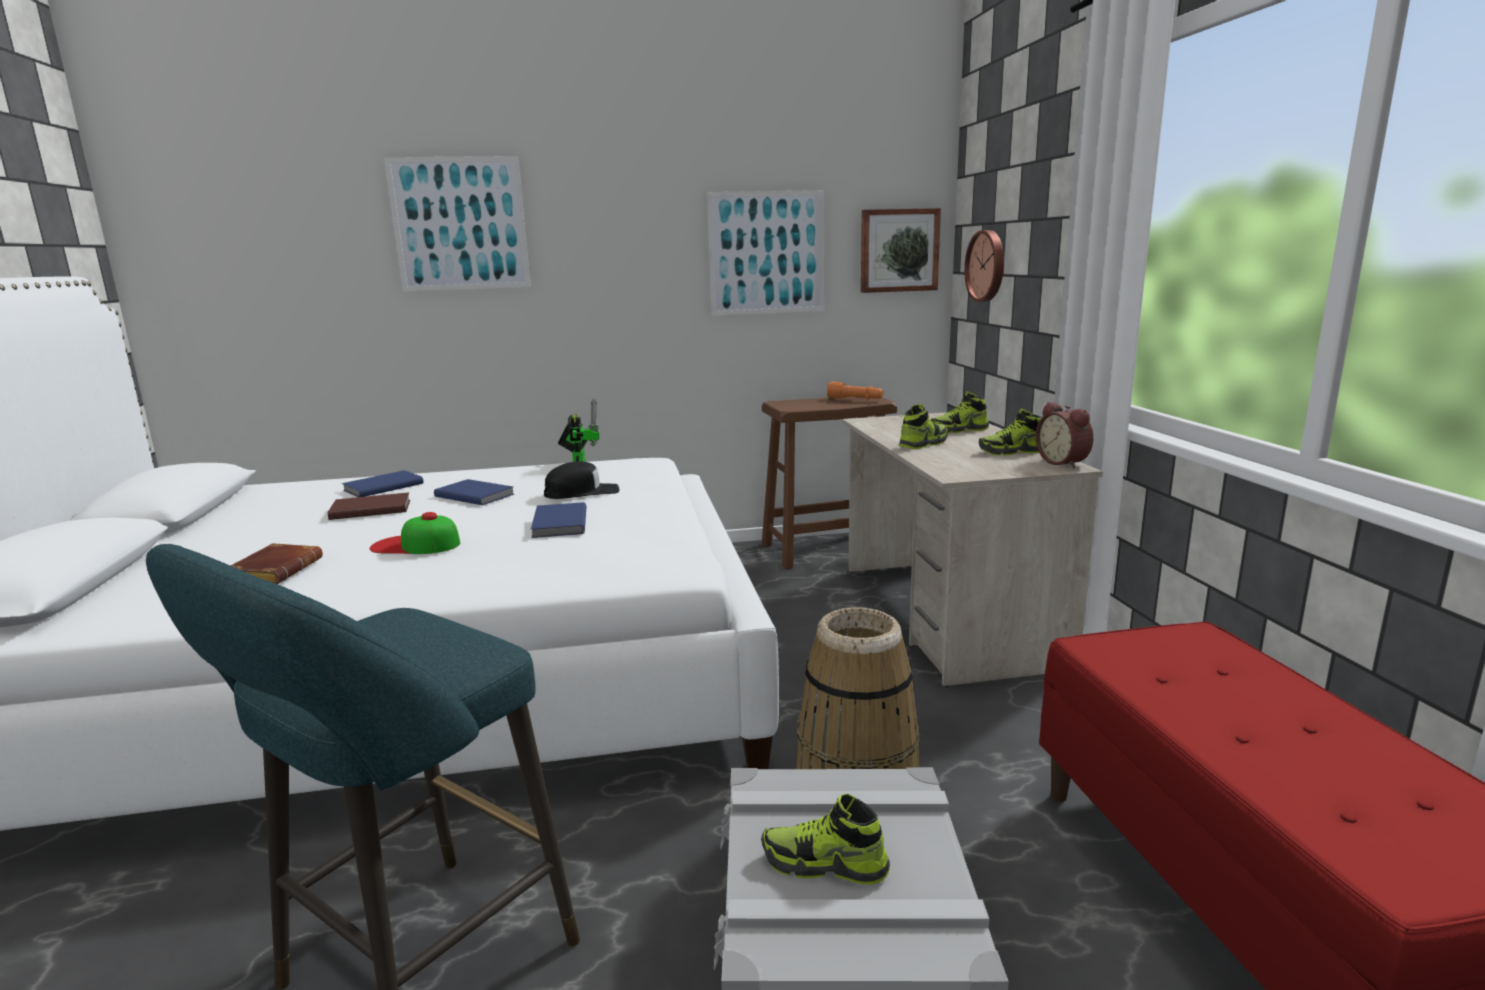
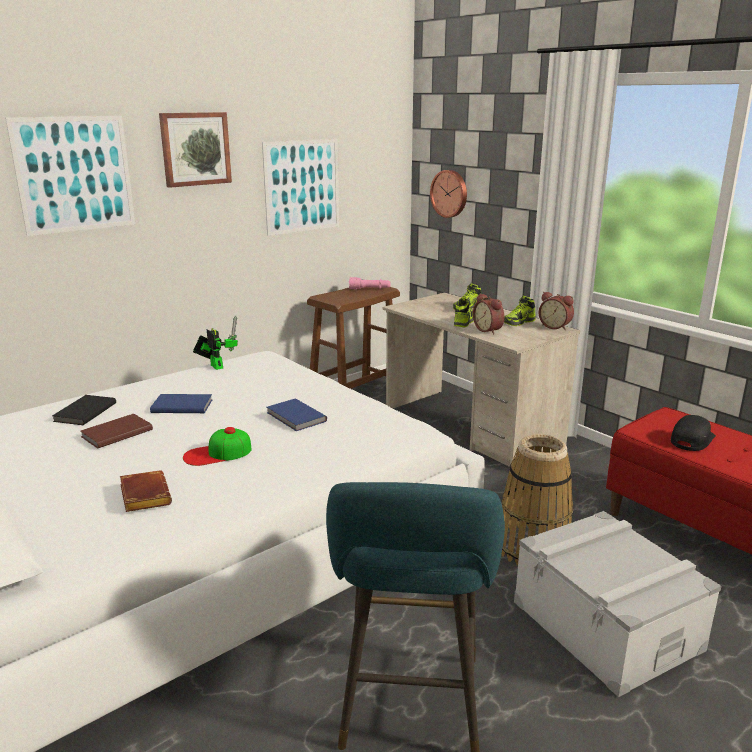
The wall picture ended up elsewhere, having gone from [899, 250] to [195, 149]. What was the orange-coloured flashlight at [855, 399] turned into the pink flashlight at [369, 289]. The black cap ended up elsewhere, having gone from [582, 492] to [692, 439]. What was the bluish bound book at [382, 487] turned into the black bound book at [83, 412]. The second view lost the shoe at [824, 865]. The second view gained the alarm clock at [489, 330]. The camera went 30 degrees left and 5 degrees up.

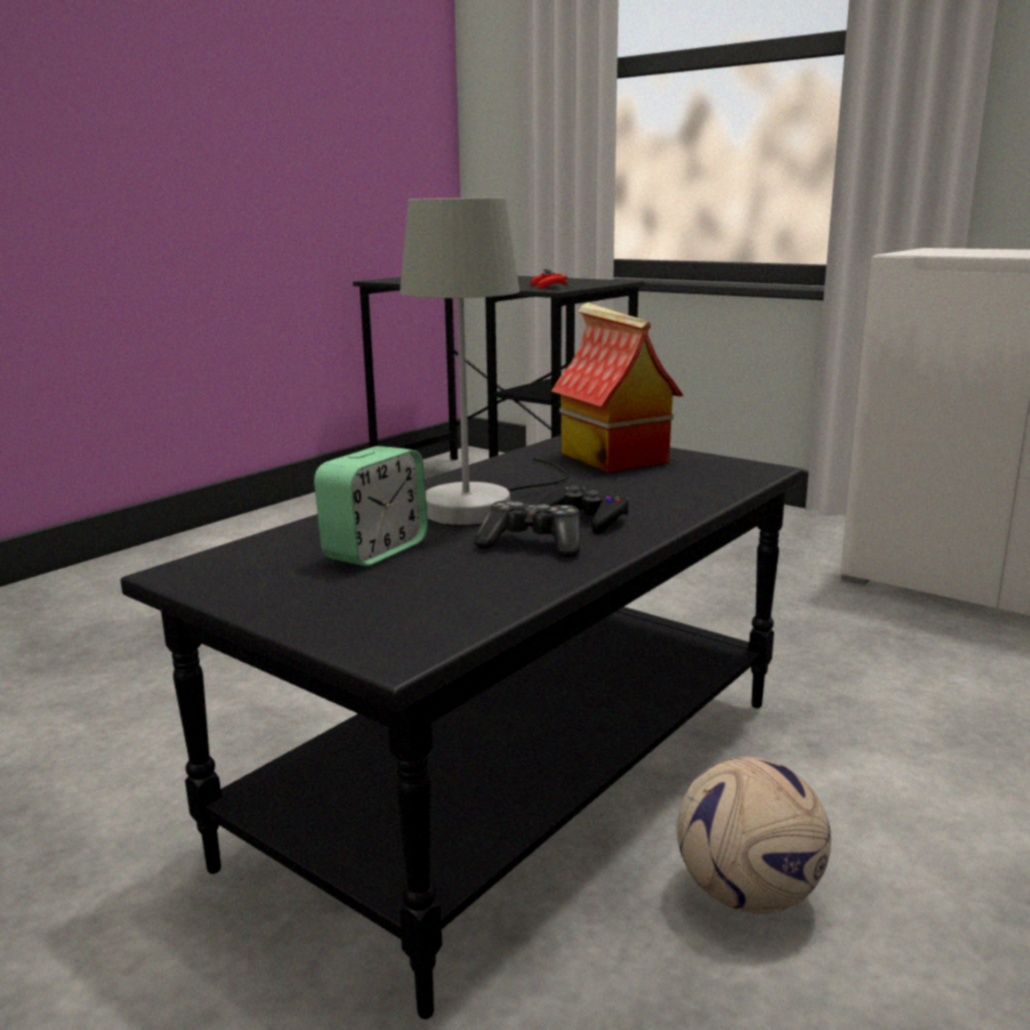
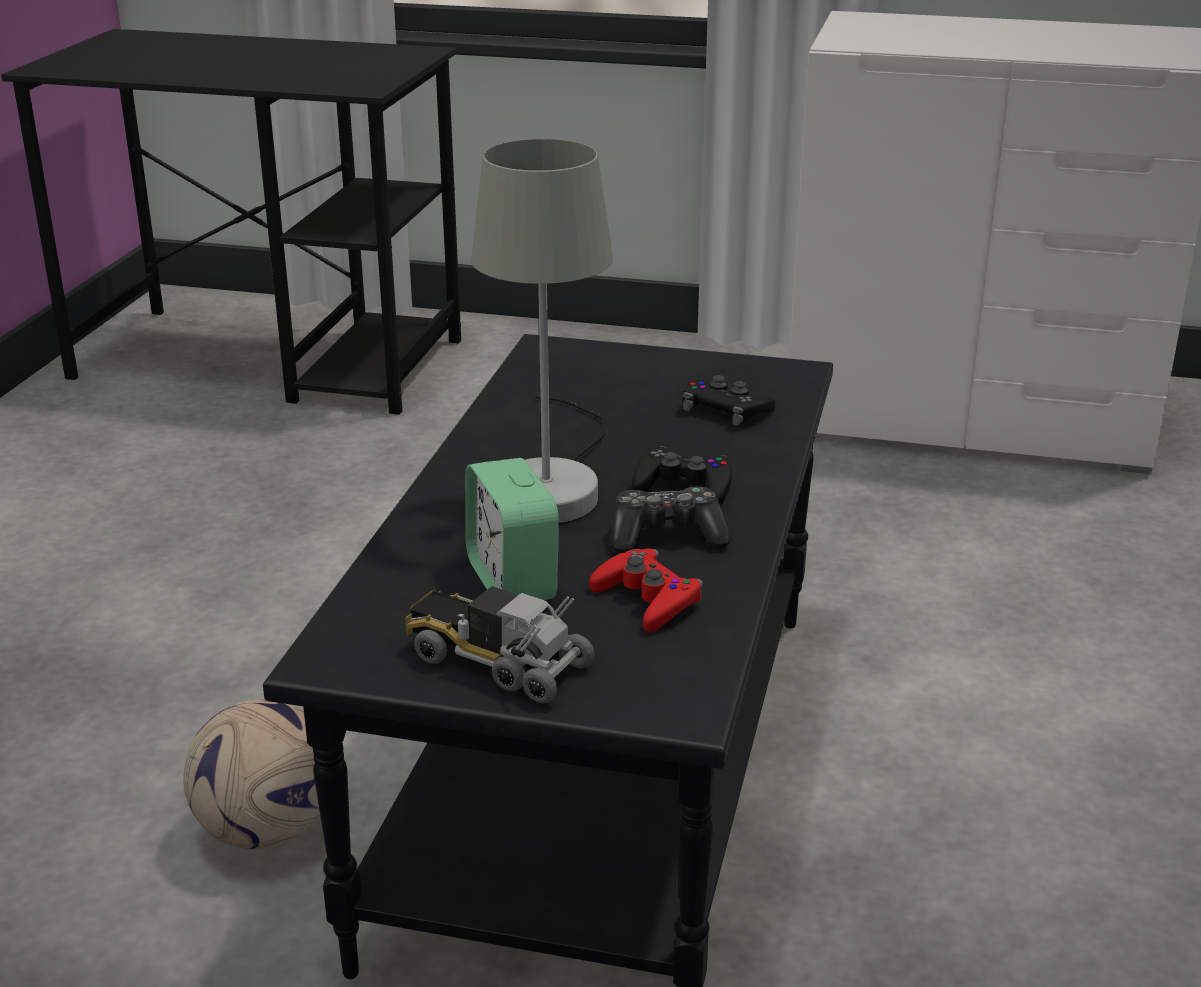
The red-coloured game controller ended up elsewhere, having gone from [549, 286] to [647, 599]. The second view lost the miniature house at [611, 457]. The alarm clock at [375, 551] ended up facing another way, 150 degrees clockwise from before. The ball for football ended up elsewhere, having gone from [748, 895] to [268, 833]. The second view gained the black game controller at [726, 410]. The second view gained the model truck at [496, 661]. The camera went 25 degrees left and 10 degrees up.

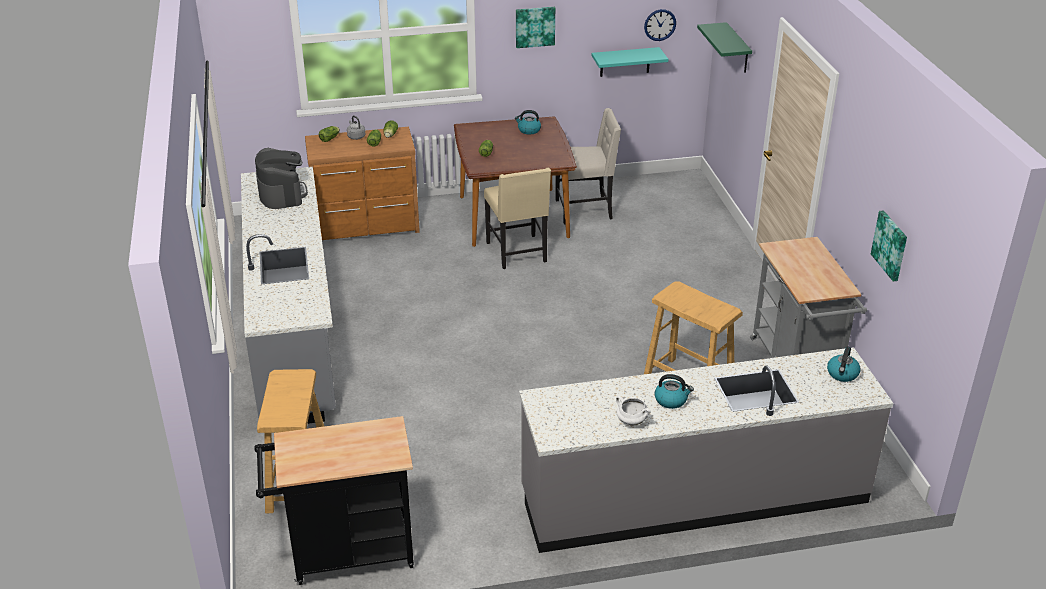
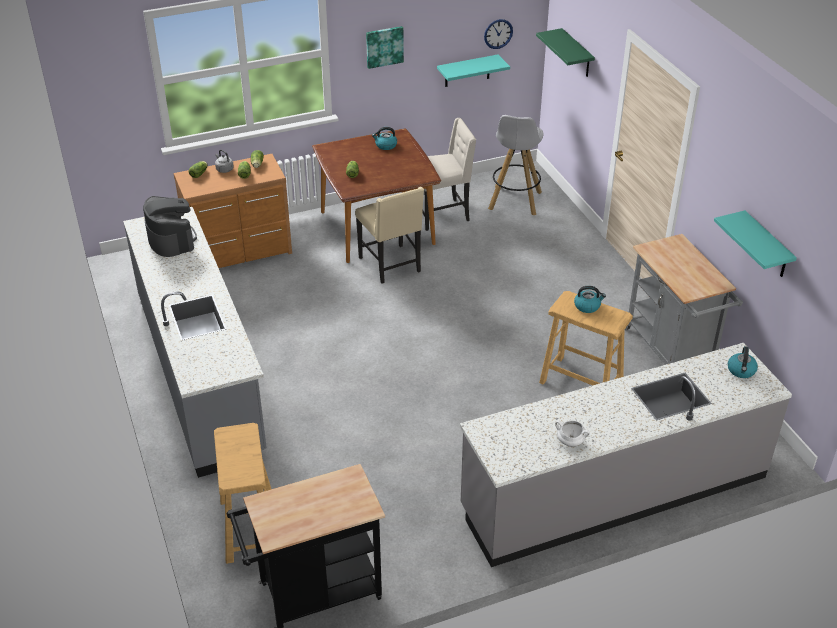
Where the wall picture hung at [891, 245], the blue-green wall shelf came to hang at [767, 246]. The tea kettle ended up elsewhere, having gone from [671, 400] to [587, 306]. The second view gained the white-coloured stool seat at [515, 201]. The camera went 10 degrees left and 5 degrees up.

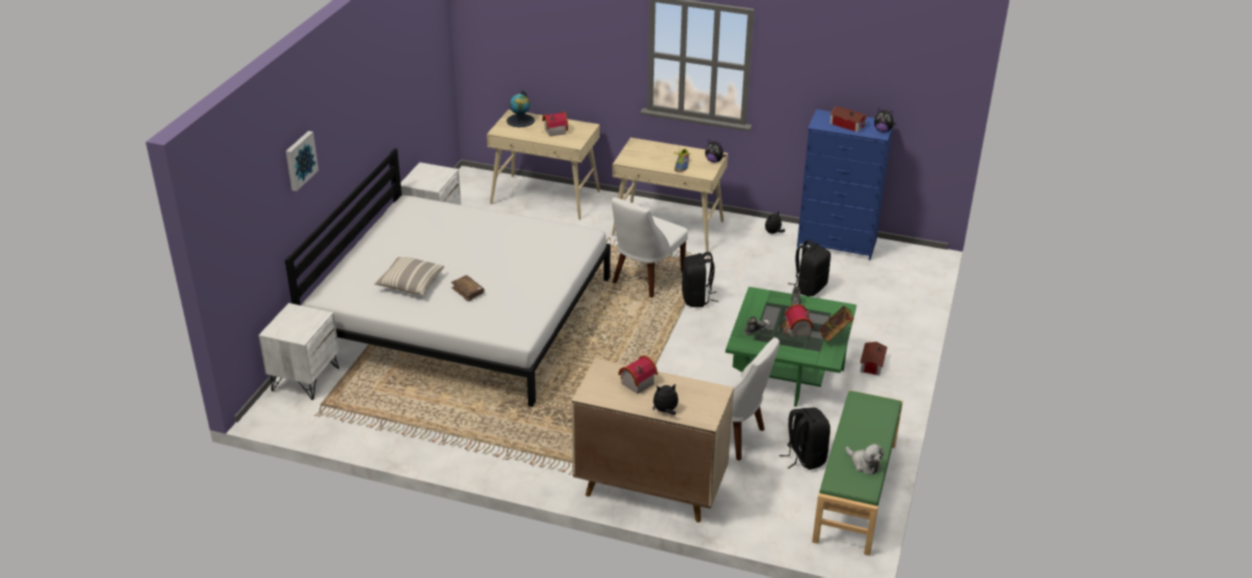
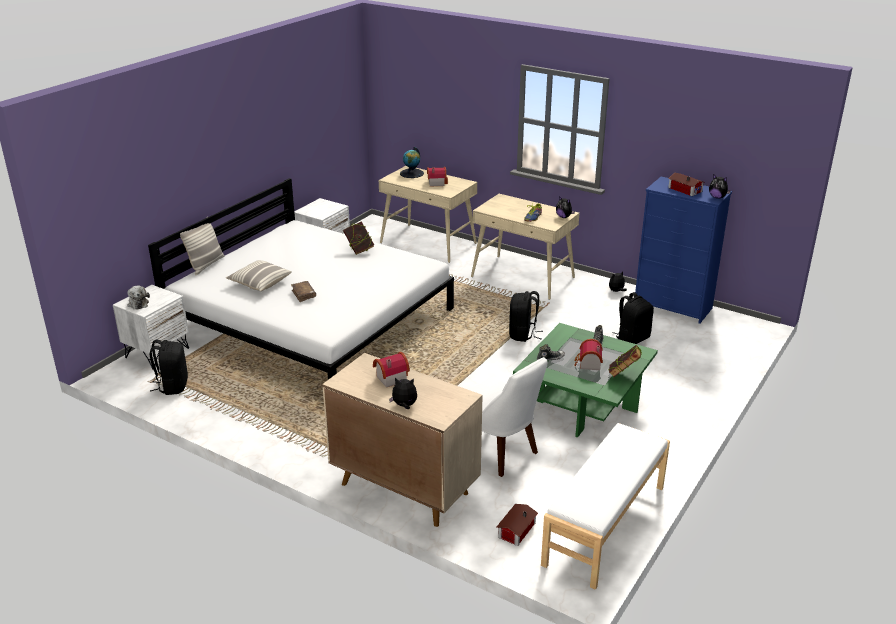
The second view lost the wall picture at [300, 160]. The second view lost the white-coloured upright chair at [645, 278]. The miniature house ended up elsewhere, having gone from [871, 364] to [515, 530]. What was the green-coloured bench at [856, 492] turned into the white-coloured bench at [606, 525]. The black backpack ended up elsewhere, having gone from [804, 457] to [172, 386]. The soft toy ended up elsewhere, having gone from [864, 464] to [138, 303]. The second view gained the throw pillow at [205, 265]. The second view gained the bound book at [359, 250]. The camera went 15 degrees right and 5 degrees down.

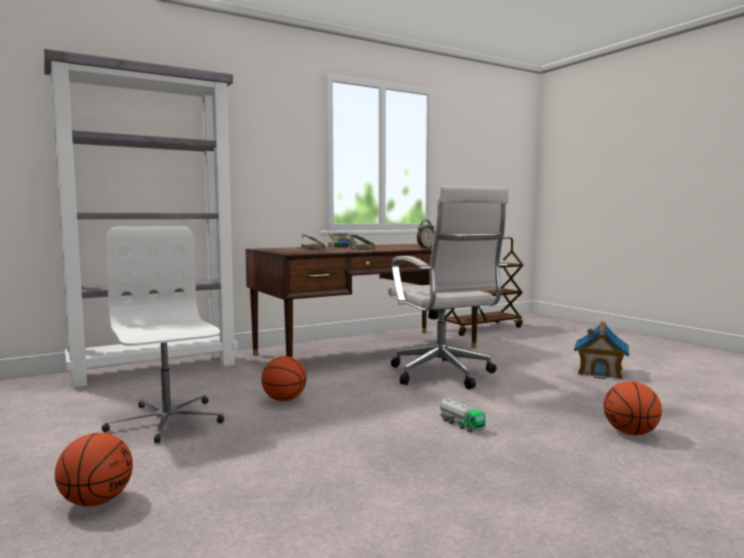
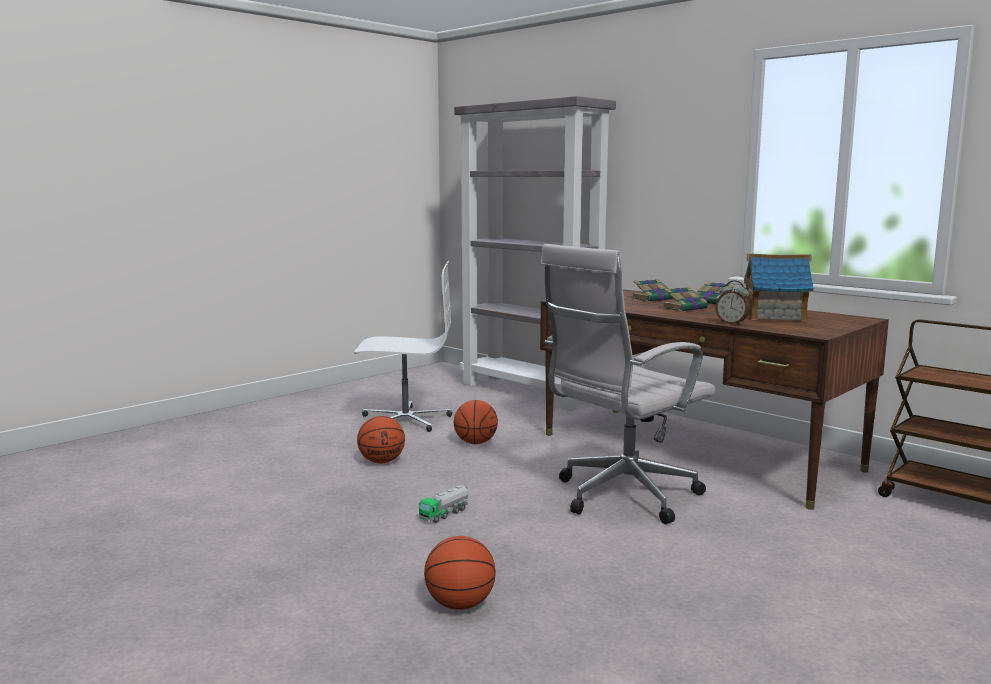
The white-coloured office chair at [166, 421] ended up facing another way, 45 degrees clockwise from before. The miniature house ended up elsewhere, having gone from [600, 371] to [775, 316]. The basketball ended up elsewhere, having gone from [96, 501] to [381, 461]. The camera went 75 degrees right and 5 degrees up.

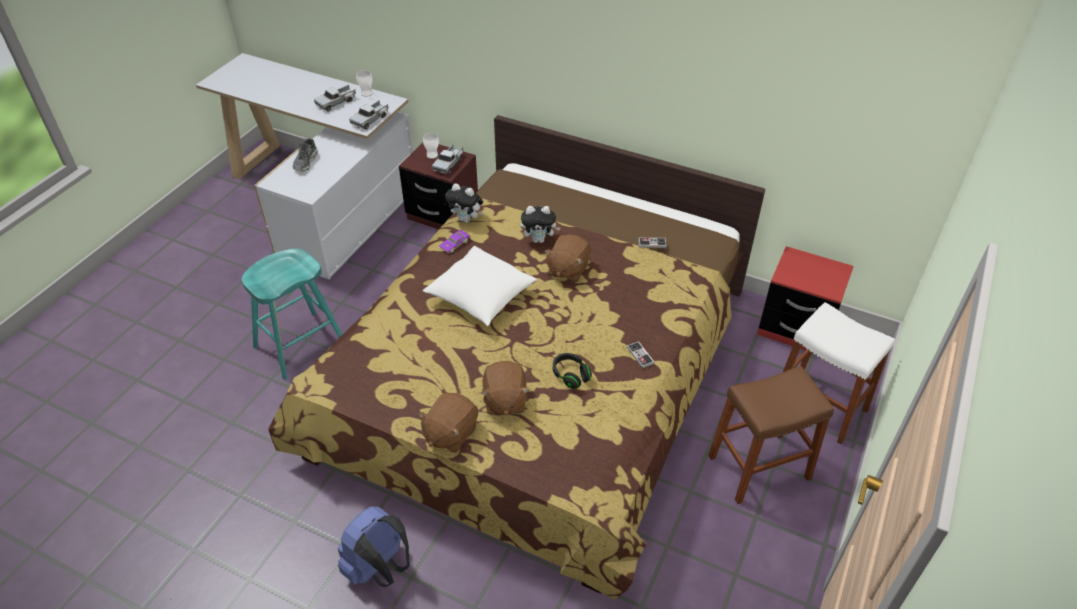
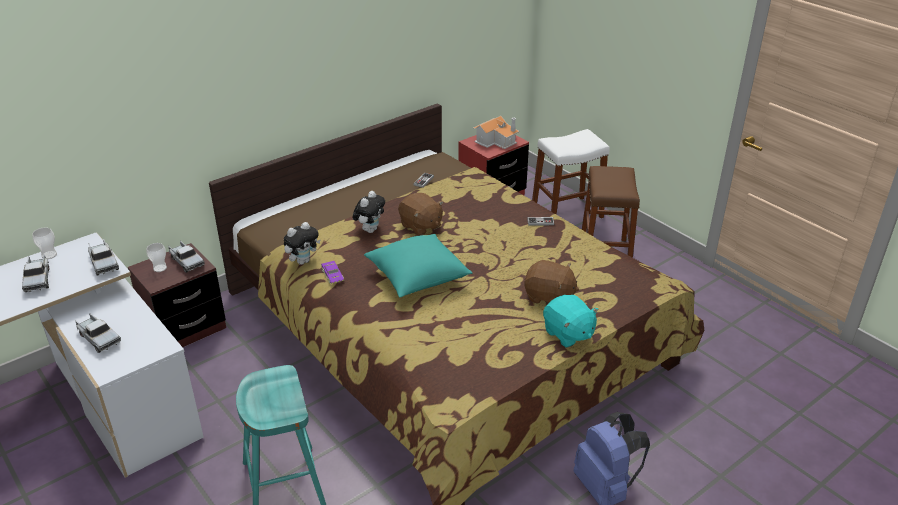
Where the shoe stood at [306, 161], the model truck came to stand at [98, 338]. What was the white-coloured throw pillow at [480, 297] turned into the blue-green throw pillow at [418, 278]. The second view lost the black pair of headphones at [570, 375]. What was the brown-coloured soft toy at [450, 433] turned into the blue-green soft toy at [568, 334]. The second view gained the miniature house at [496, 141]. The camera went 65 degrees left and 10 degrees down.

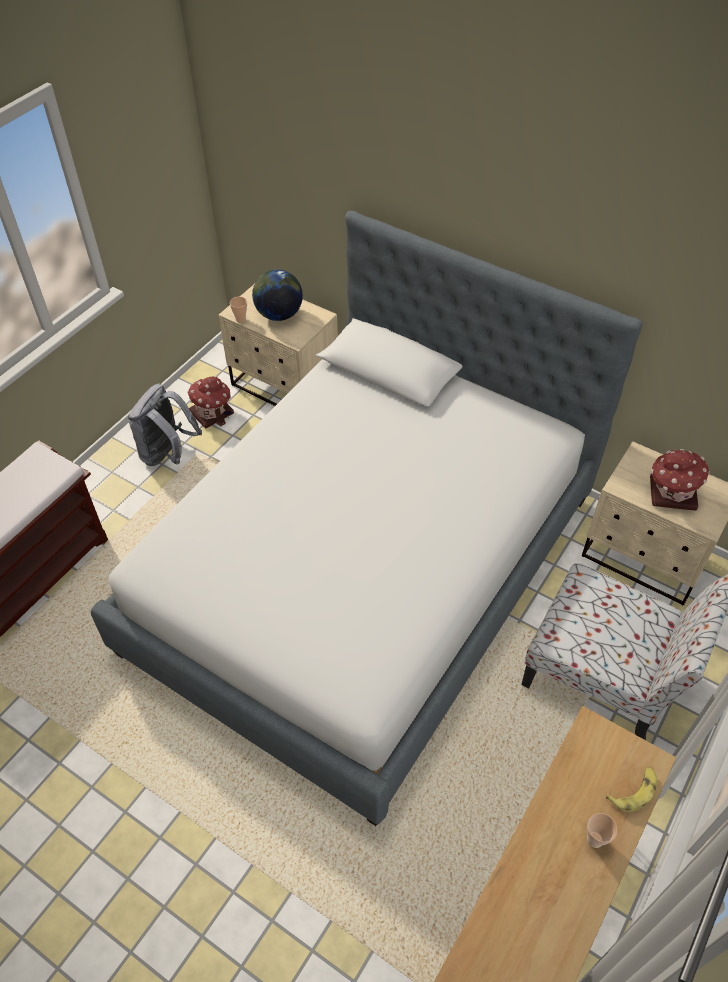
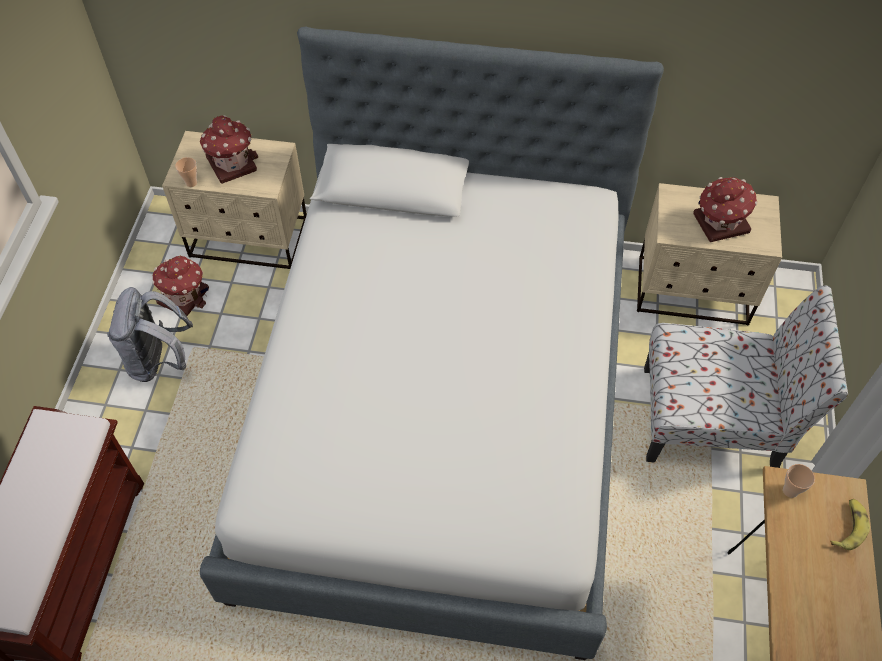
Where the globe stood at [279, 314], the miniature house came to stand at [231, 163]. The small cup ended up elsewhere, having gone from [595, 839] to [790, 490]. The camera went 25 degrees left and 5 degrees up.

